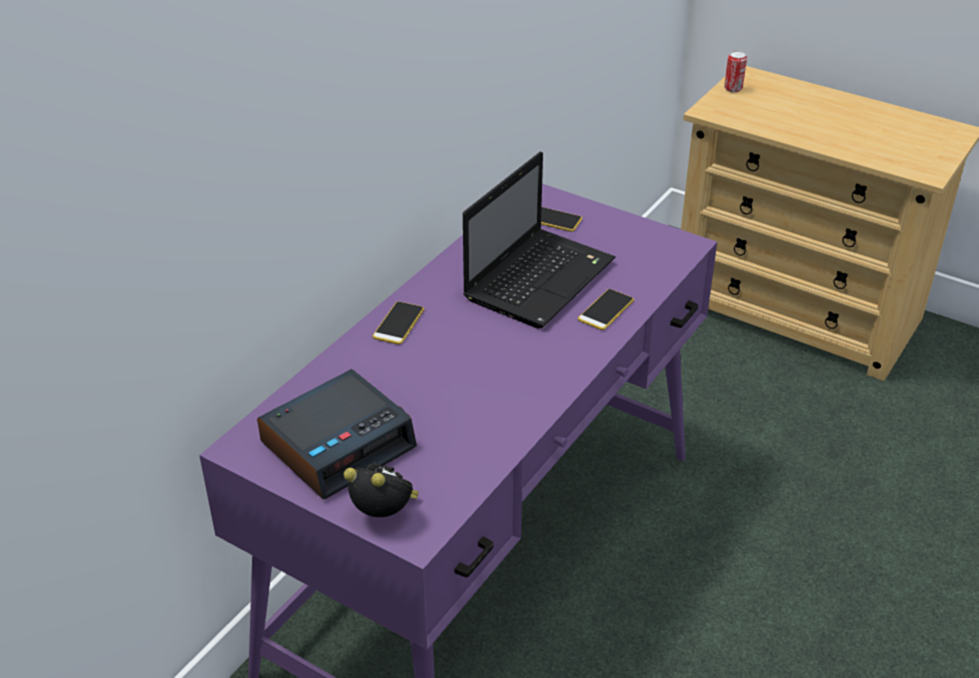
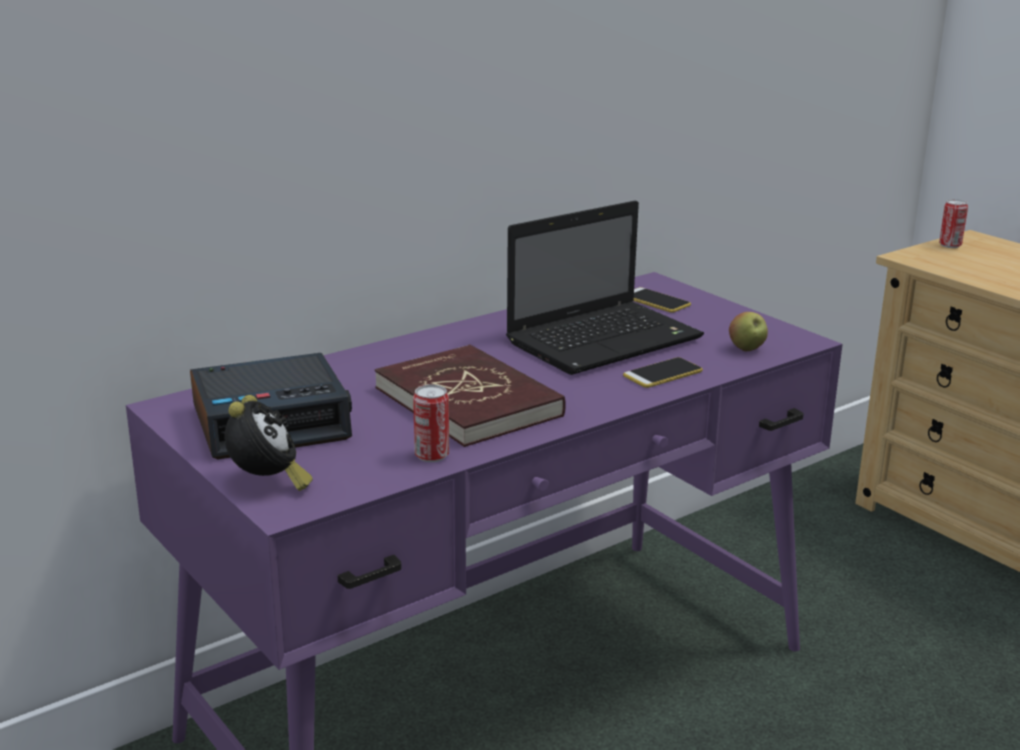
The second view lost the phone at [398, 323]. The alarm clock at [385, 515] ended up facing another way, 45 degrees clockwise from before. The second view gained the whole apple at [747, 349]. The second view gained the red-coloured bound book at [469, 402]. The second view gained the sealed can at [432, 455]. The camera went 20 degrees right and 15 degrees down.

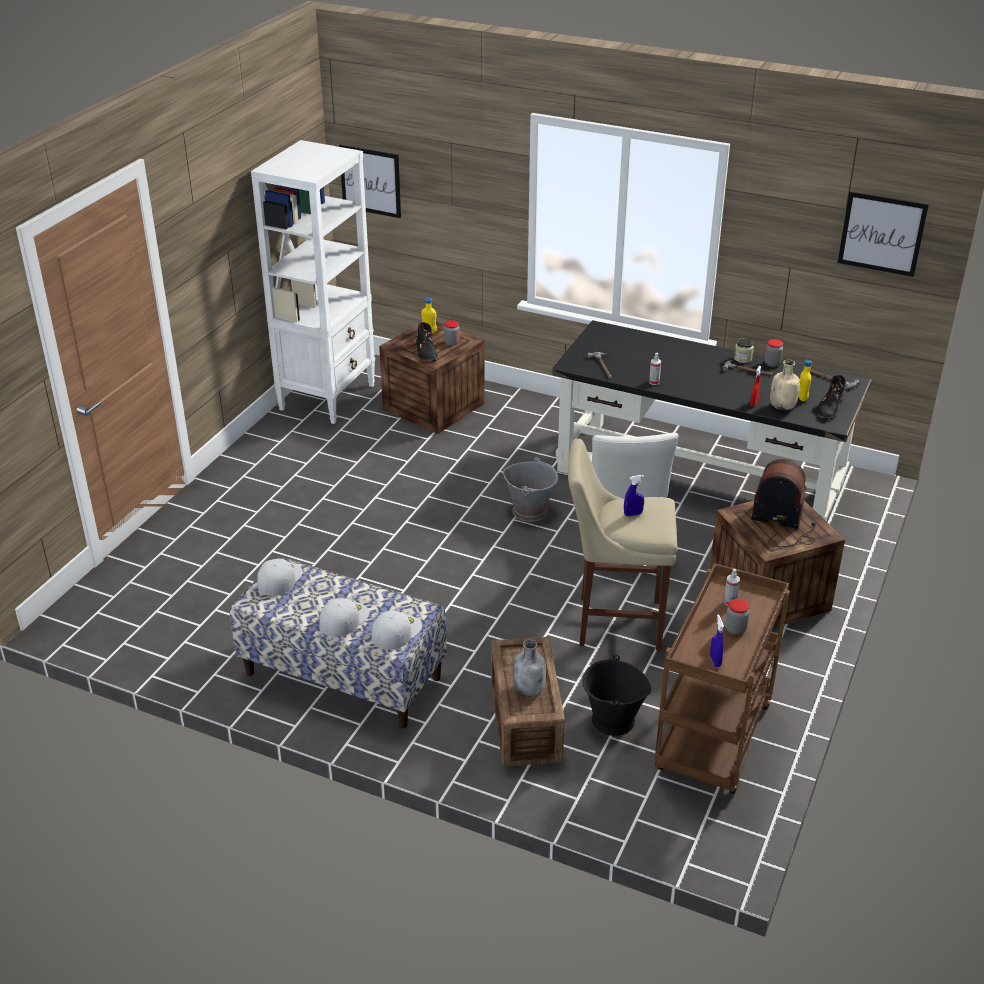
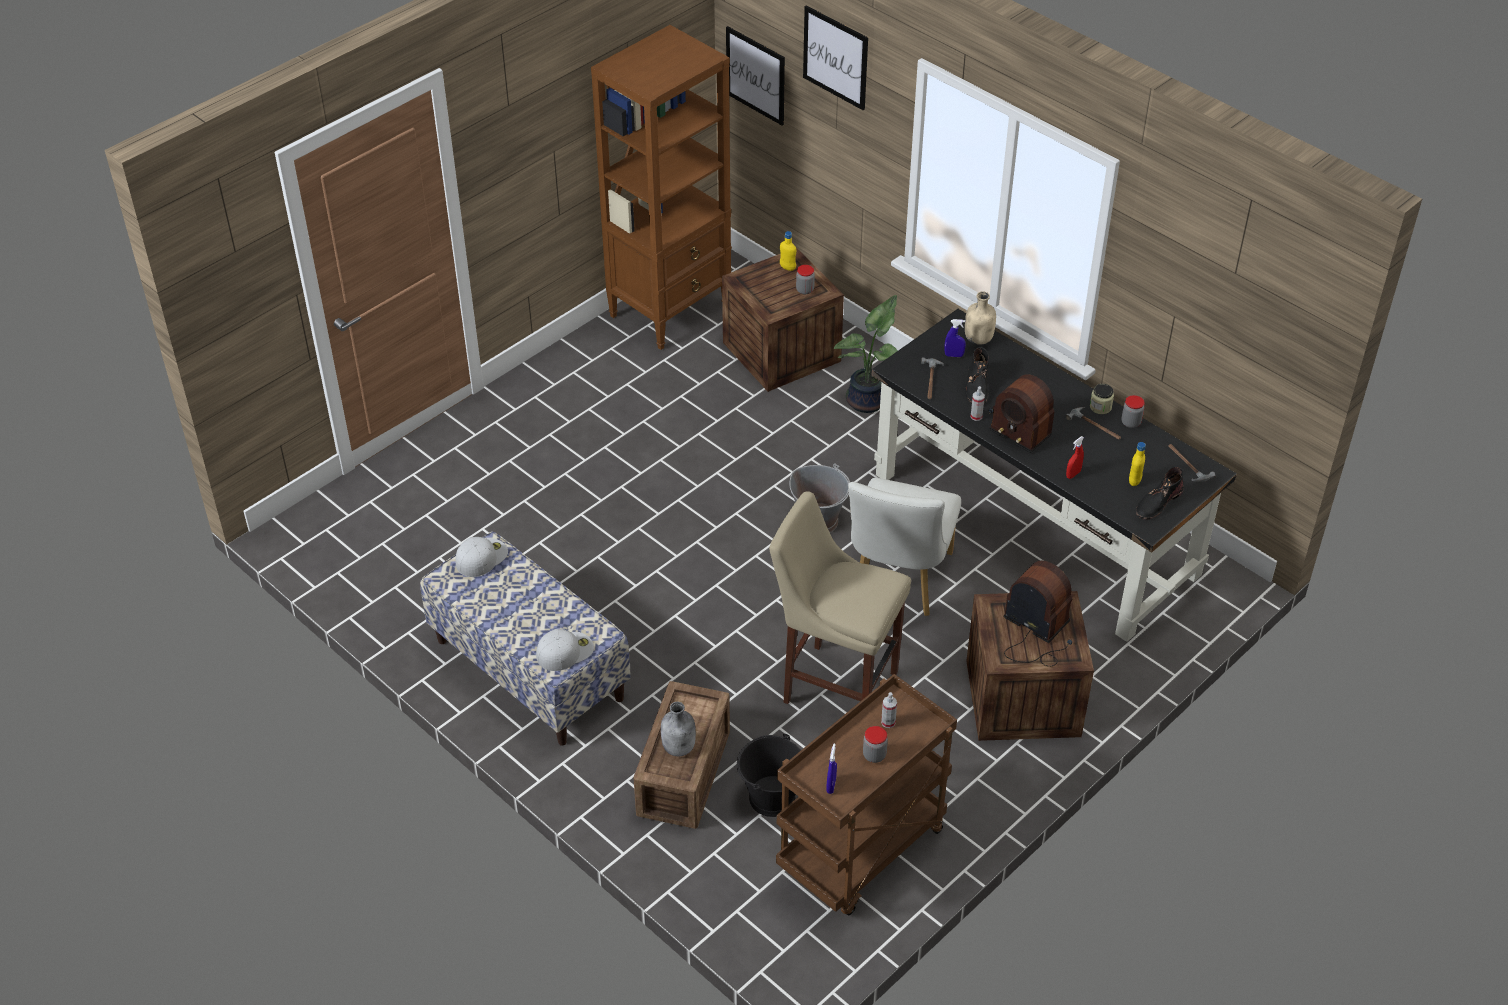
What was the white-coloured shelving unit at [328, 397] turned into the brown-coloured shelving unit at [671, 310]. The wall picture ended up elsewhere, having gone from [882, 233] to [835, 57]. The black high-top boot ended up elsewhere, having gone from [426, 351] to [977, 386]. The beige drink bottle ended up elsewhere, having gone from [782, 406] to [979, 339]. The bluish spray bottle ended up elsewhere, having gone from [633, 514] to [954, 355]. The second view lost the white-coloured cap at [344, 618]. The second view gained the potted plant at [869, 401]. The second view gained the radio receiver at [1020, 422]. The camera went 20 degrees right and 10 degrees up.

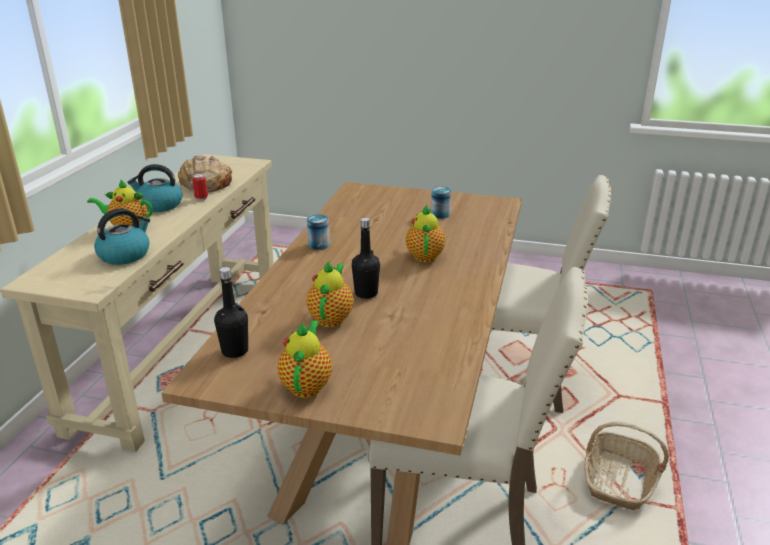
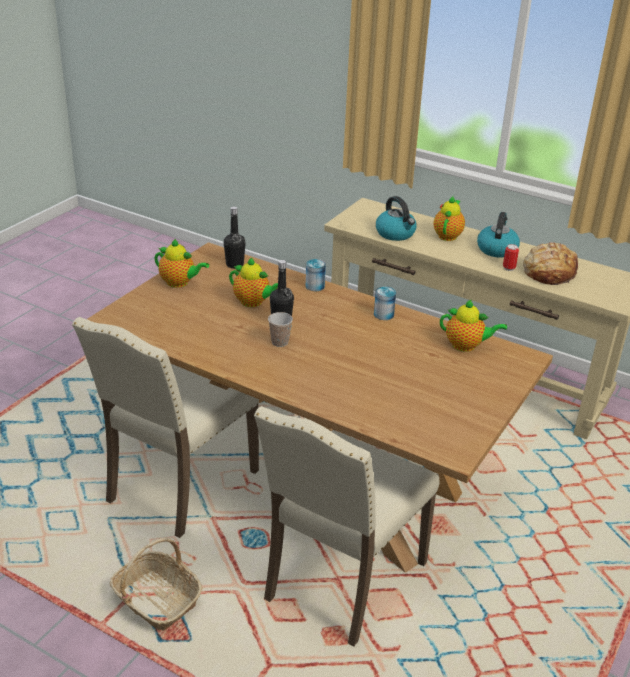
The sealed can ended up elsewhere, having gone from [440, 214] to [315, 286]. The tea pot ended up elsewhere, having gone from [425, 255] to [466, 346]. The second view gained the small cup at [280, 342]. The camera went 105 degrees right and 5 degrees up.

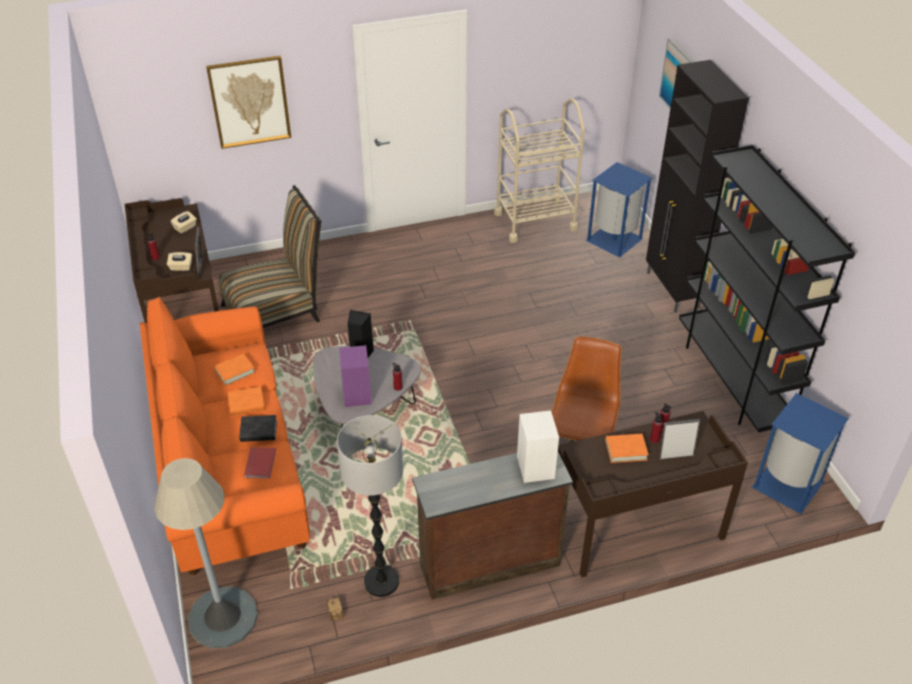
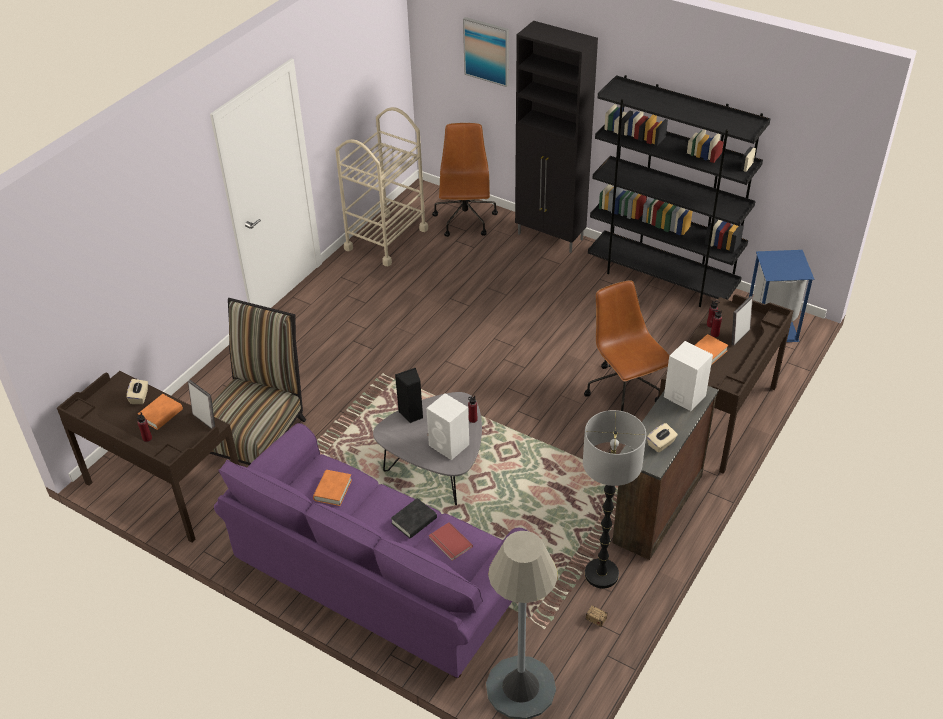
The second view lost the wall picture at [249, 102]. Where the bluish rubbish bin stood at [615, 239], the brown-coloured office chair came to stand at [465, 221]. The beige box of tissues ended up elsewhere, having gone from [181, 267] to [661, 444]. What was the orange-coloured couch at [231, 466] turned into the purple-coloured couch at [380, 578]. What was the purple-coloured speaker at [357, 395] turned into the white-coloured speaker at [449, 445]. The orange-coloured bound book ended up elsewhere, having gone from [246, 404] to [161, 414]. The camera went 40 degrees left and 0 degrees up.

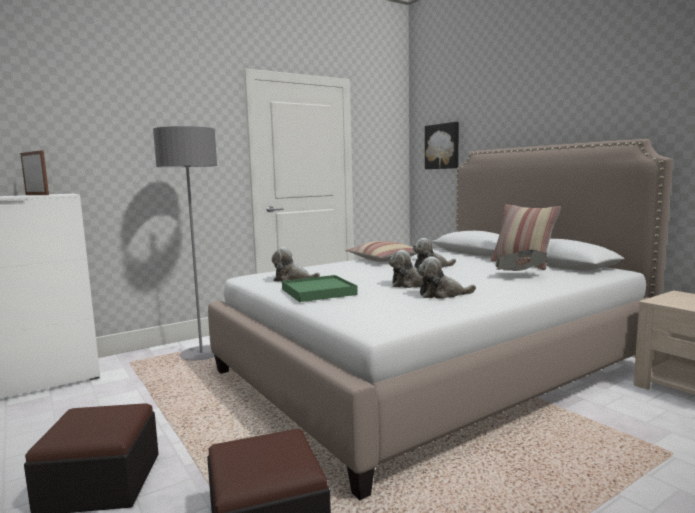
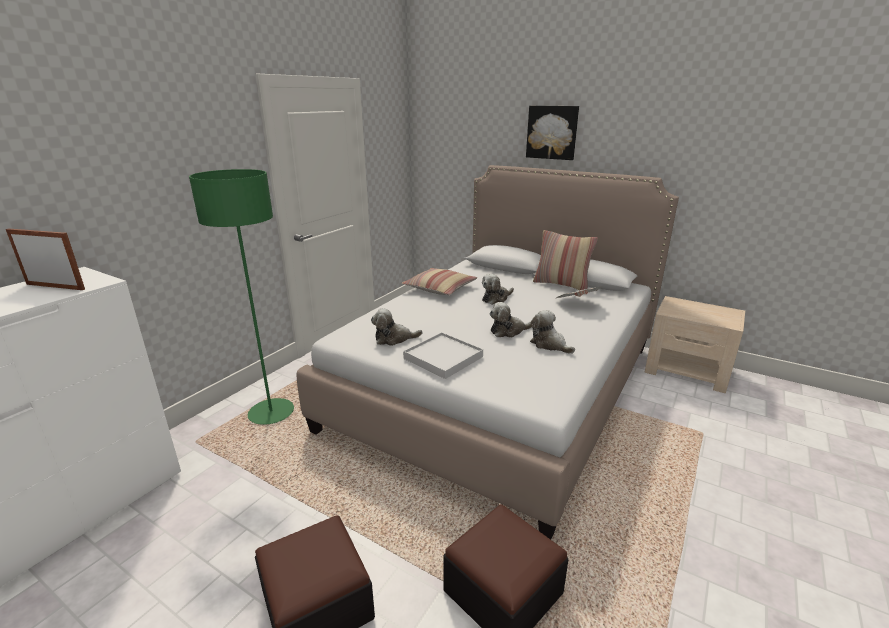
The wall picture ended up elsewhere, having gone from [442, 146] to [552, 132]. What was the grey standard lamp at [201, 355] turned into the green-coloured standard lamp at [271, 413]. The soft toy at [442, 294] ended up facing another way, 75 degrees clockwise from before. What was the green-coloured serving tray at [318, 292] turned into the white-coloured serving tray at [443, 358]. The camera went 25 degrees left and 15 degrees up.

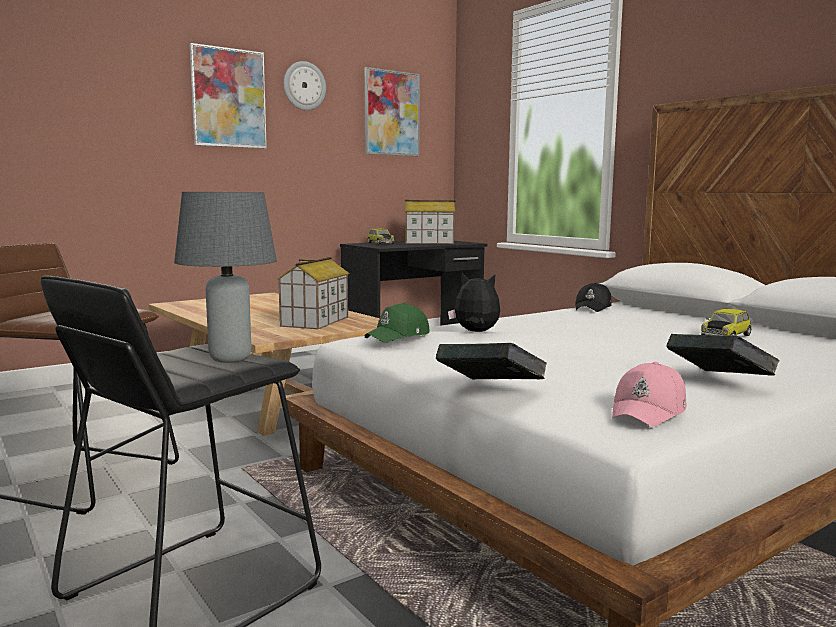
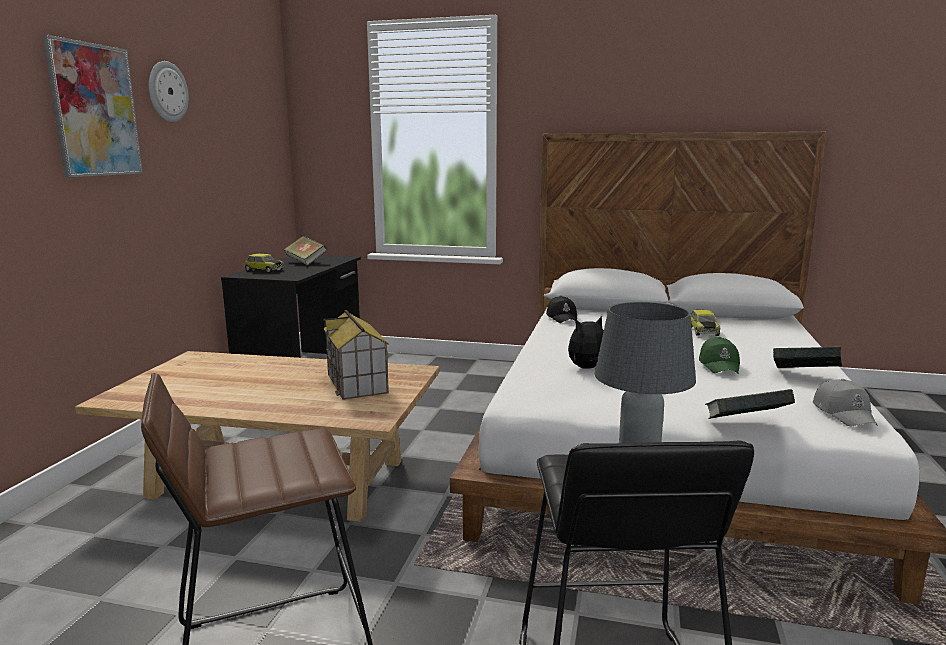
The second view lost the wall picture at [391, 113]. Where the miniature house stood at [428, 242], the bound book came to stand at [306, 262]. The green-coloured cap ended up elsewhere, having gone from [398, 336] to [719, 365]. What was the pink cap at [649, 411] turned into the grey cap at [844, 413]. The camera went 40 degrees left and 5 degrees up.

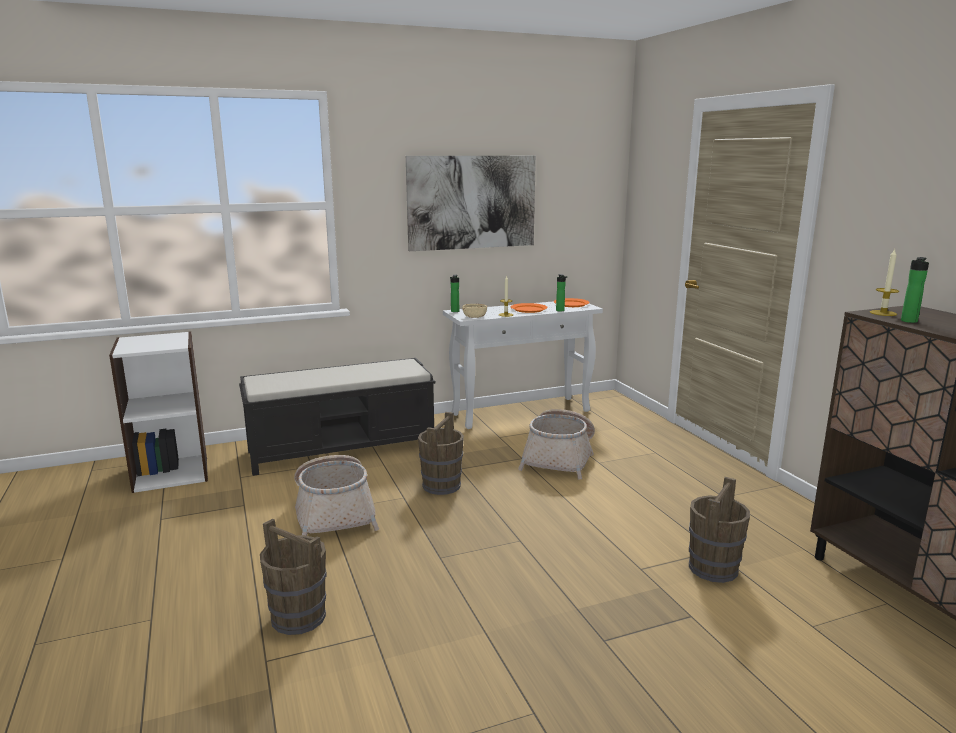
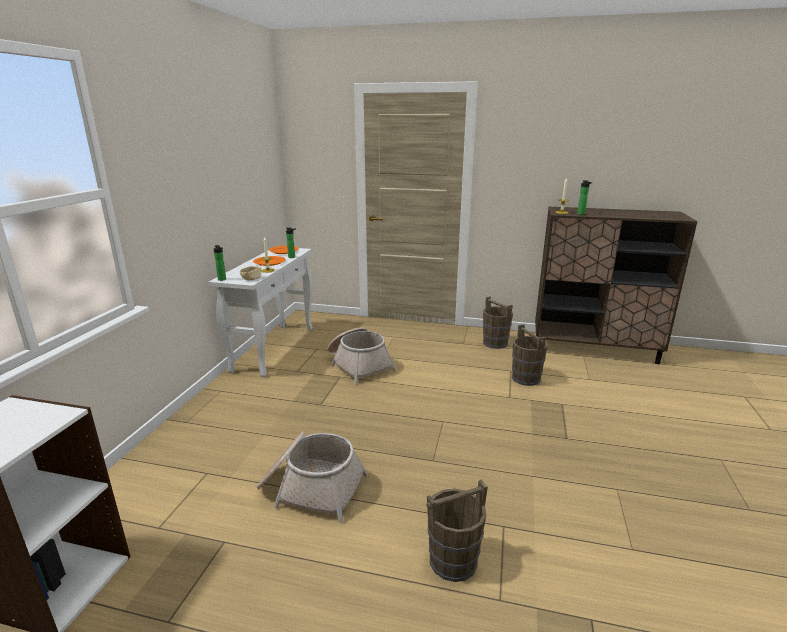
The second view lost the wall picture at [472, 202]. The second view lost the black bench at [343, 449]. The brown-coloured pail ended up elsewhere, having gone from [442, 485] to [495, 343]. The camera went 55 degrees left and 5 degrees up.

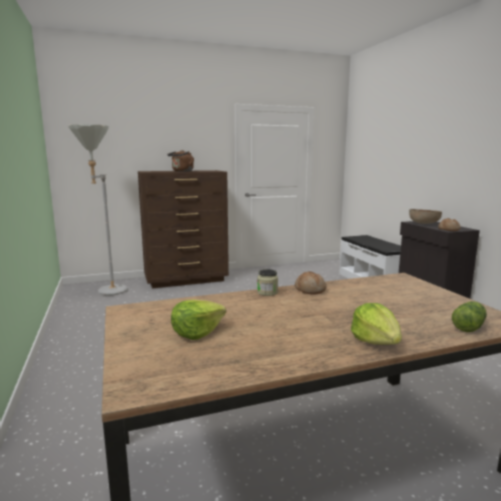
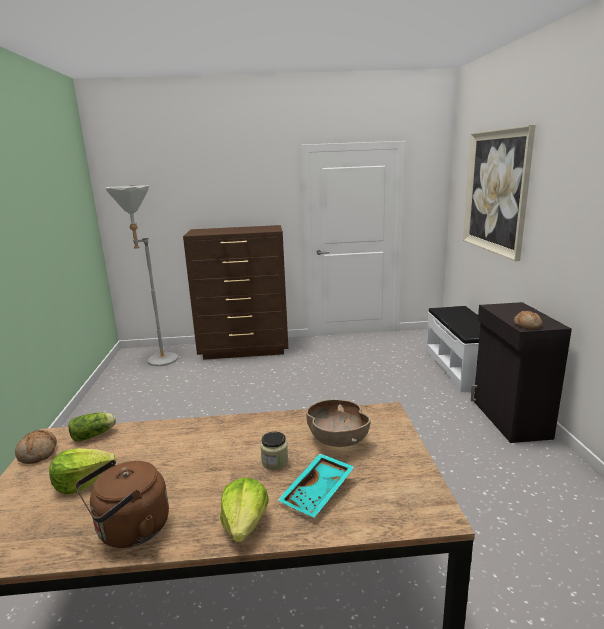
The brown-coloured tea kettle ended up elsewhere, having gone from [182, 171] to [130, 531]. The brown-coloured deep dish ended up elsewhere, having gone from [423, 224] to [337, 440]. The jar ended up elsewhere, having gone from [267, 292] to [275, 462]. The baked bread ended up elsewhere, having gone from [310, 290] to [39, 453]. The lettuce head ended up elsewhere, having gone from [469, 326] to [95, 435]. The second view gained the wall picture at [496, 191]. The second view gained the blue-green serving tray at [318, 493]. The camera went 15 degrees right and 5 degrees up.

